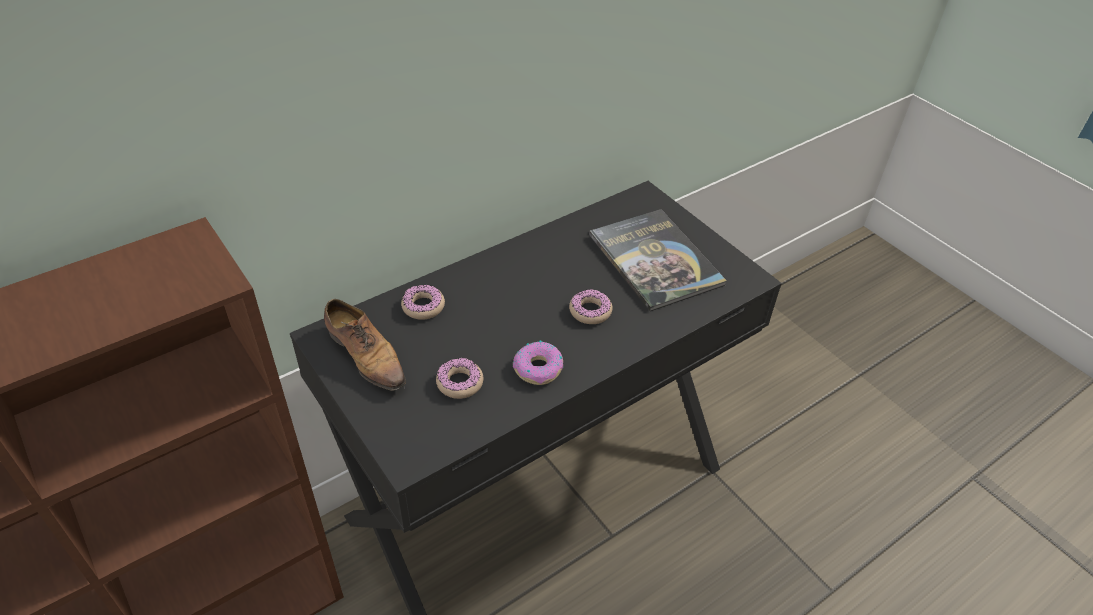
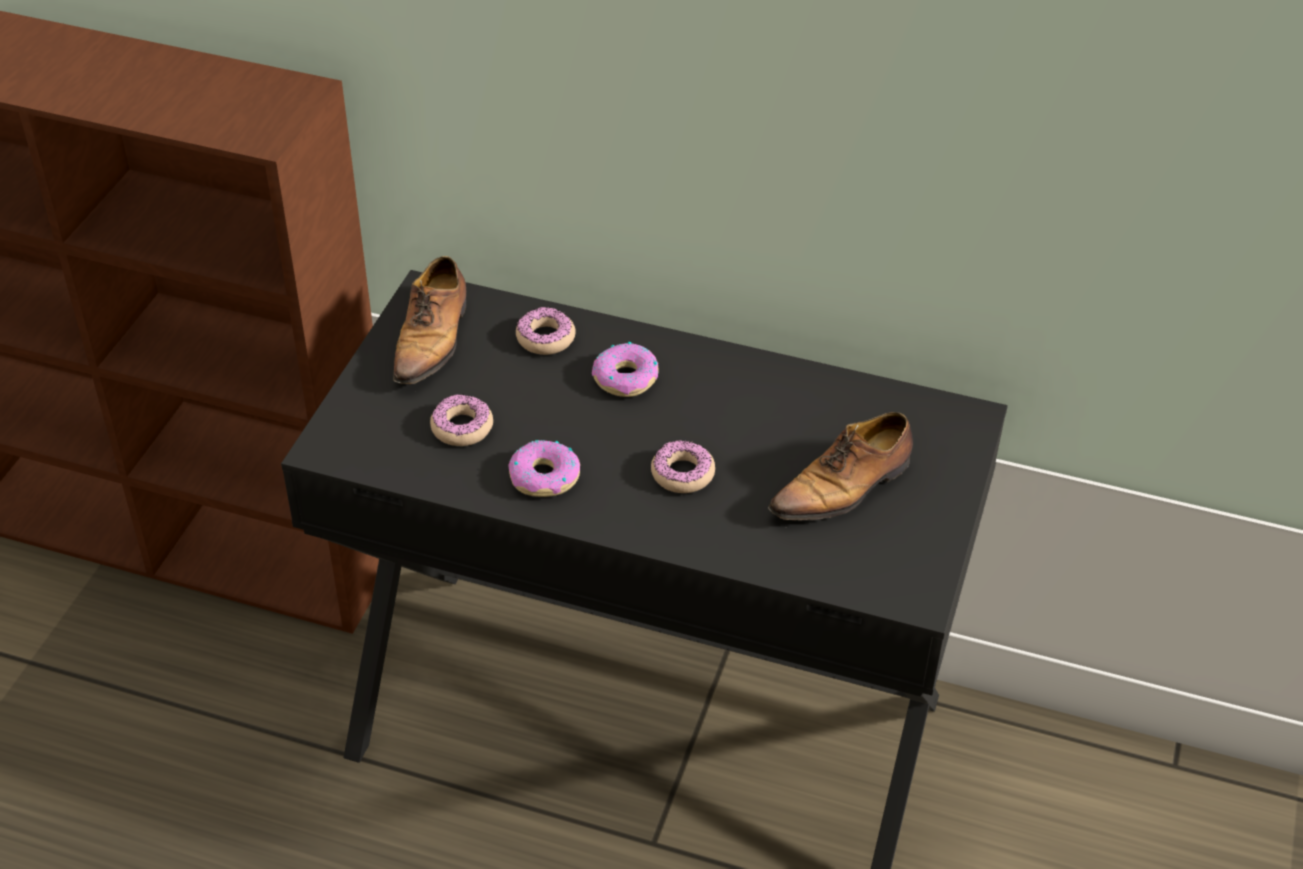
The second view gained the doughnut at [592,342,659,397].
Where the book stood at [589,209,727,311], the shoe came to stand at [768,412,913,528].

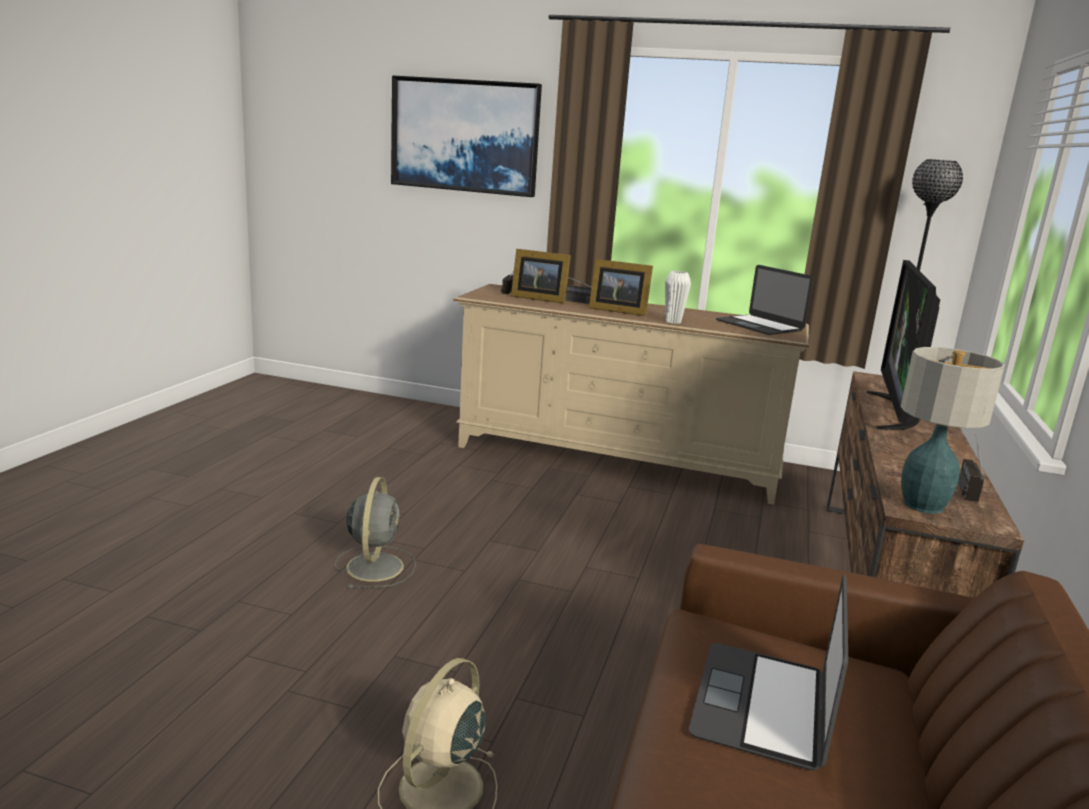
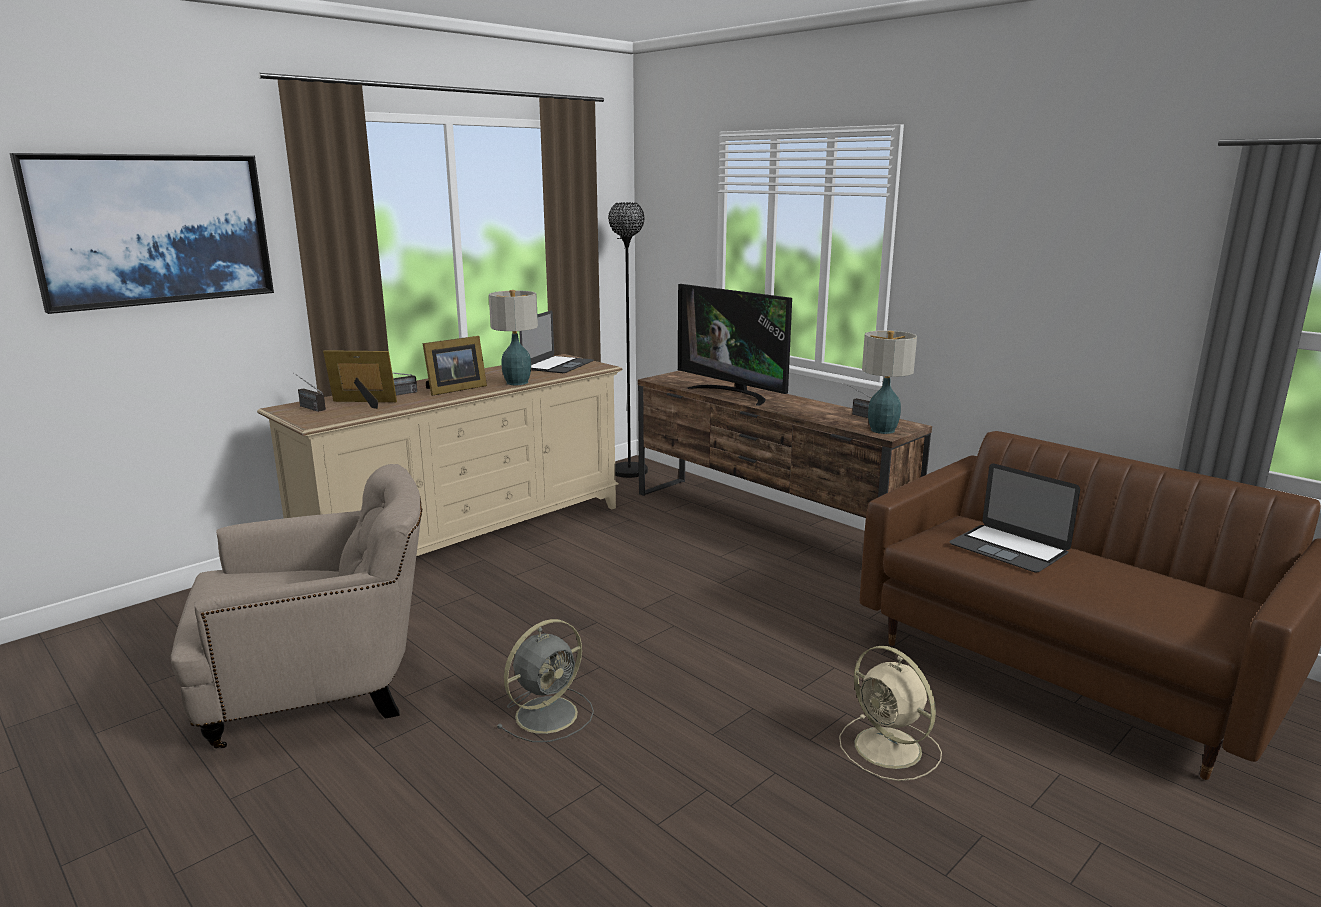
The second view gained the lounge chair (beige-coloured) at [171,464,422,748].
Where the flower vase (white-coloured) stood at [665,271,691,324], the lamp for a table came to stand at [489,290,538,385].
The electric fan (gray) at [335,477,416,588] ended up facing another way, 105 degrees clockwise from before.
The photo frame at [511,249,571,304] ended up facing another way, 135 degrees counterclockwise from before.
The portable computer at [716,265,813,335] ended up facing another way, 60 degrees counterclockwise from before.

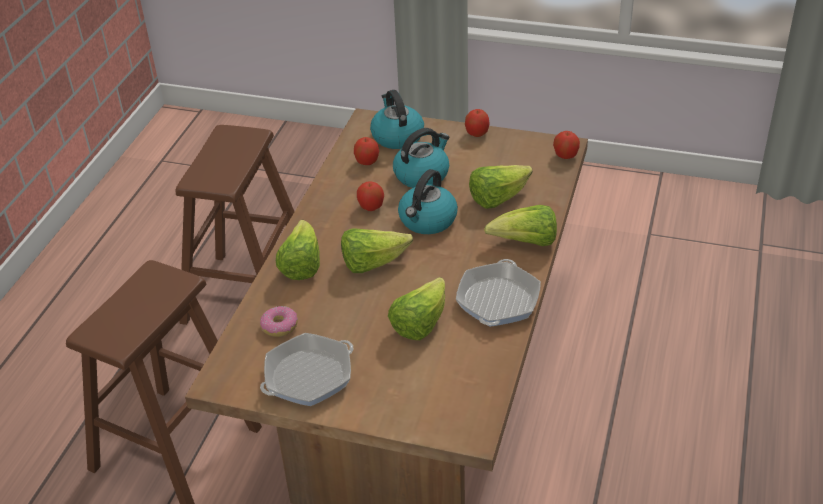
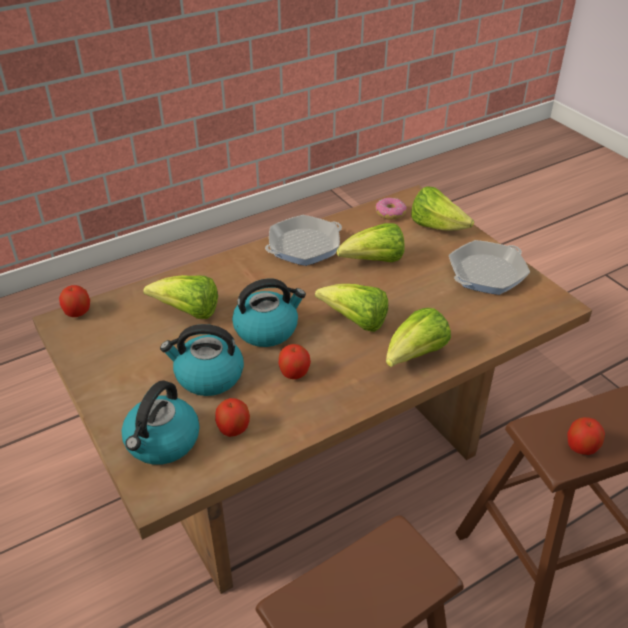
The doughnut ended up elsewhere, having gone from [260,306,298,337] to [376,198,407,220].
The apple ended up elsewhere, having gone from [465,109,489,137] to [568,417,605,455].
The head of lettuce ended up elsewhere, having gone from [484,205,557,246] to [411,186,474,231].
The skillet at [260,333,353,406] ended up facing another way, 45 degrees counterclockwise from before.

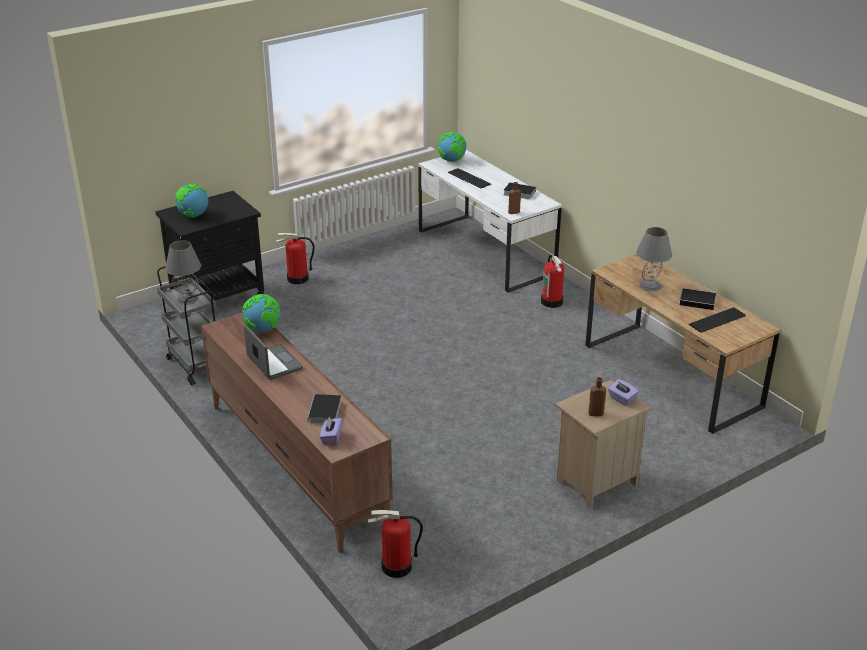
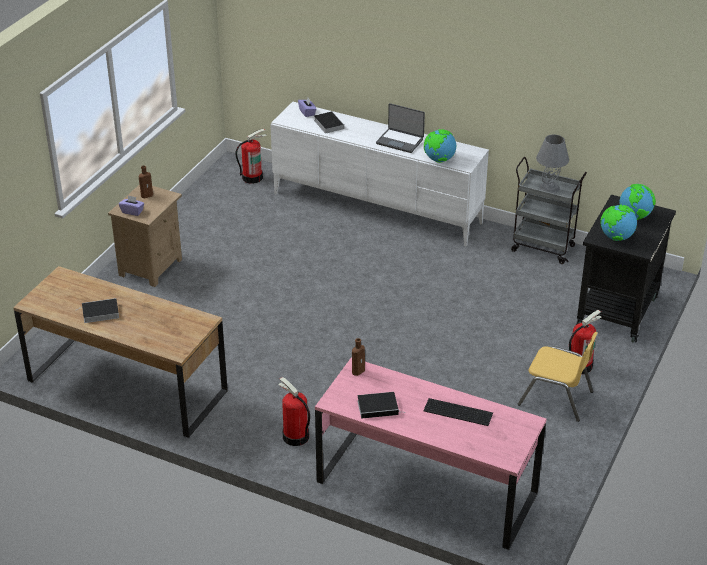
The second view lost the lamp for a table (gray) at [636,227,672,292].
The second view lost the keyboard at [688,307,746,333].
The second view gained the upright chair (yellowish) at [518,332,598,422].
The globe ended up elsewhere, having gone from [438,132,466,162] to [600,205,637,241].
What was the cupboard (brownish) at [201,312,393,553] turned into the cupboard (white-coloured) at [270,102,489,246].
What was the desk table (white-coloured) at [418,150,562,293] turned into the desk table (pink-coloured) at [315,357,547,550].

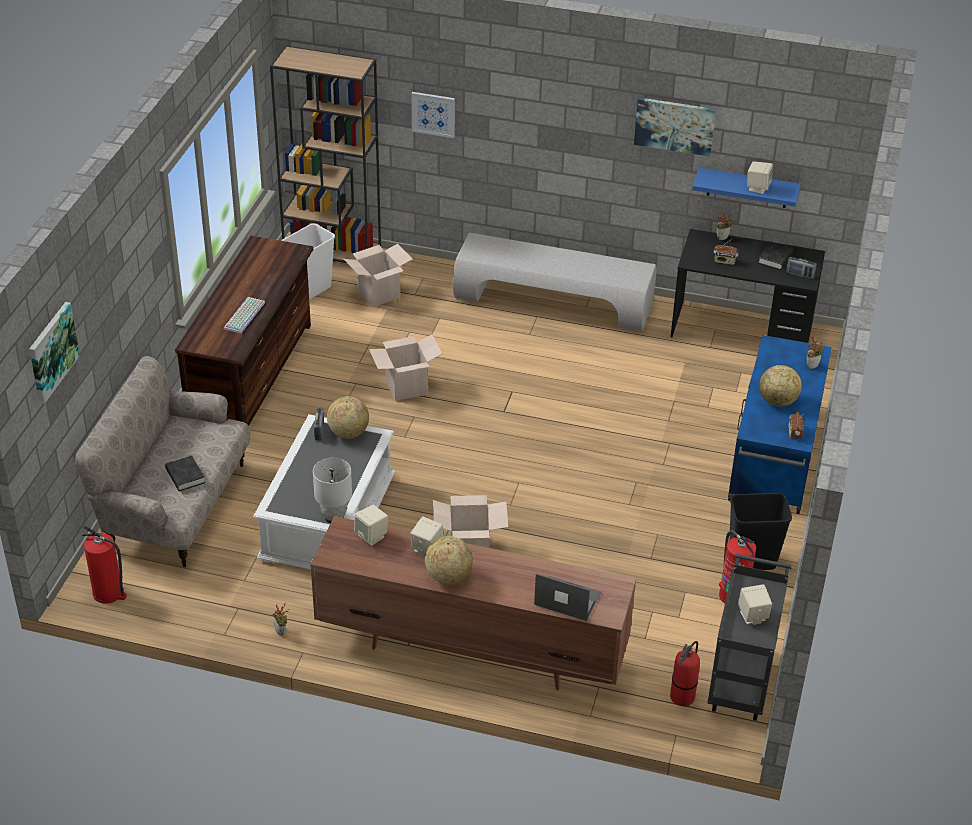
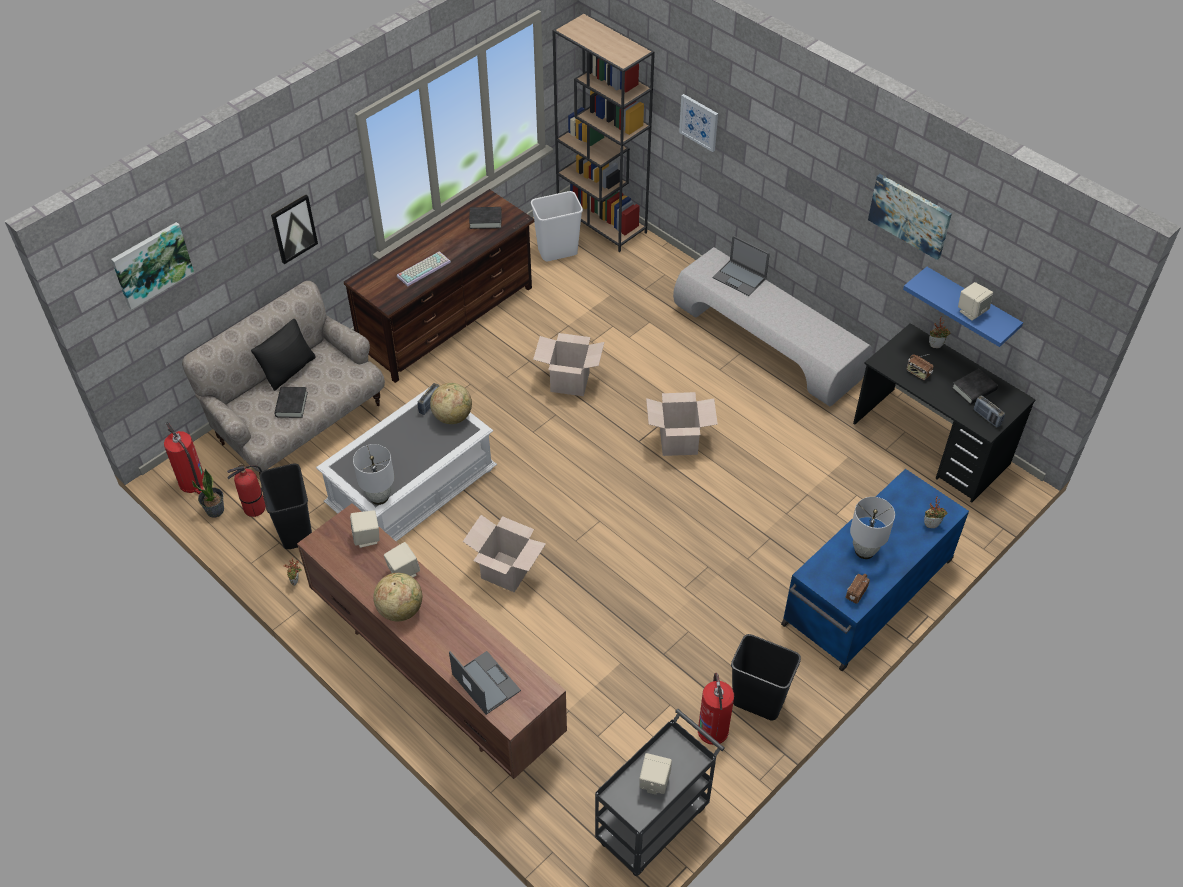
The second view gained the houseplant at [192,468,224,518].
The second view gained the cushion (black-coloured) at [251,319,316,391].
The second view gained the trash can (black-coloured) at [260,464,312,549].
The second view gained the picture at [271,195,318,264].
The second view gained the book (black-coloured) at [469,207,502,229].
The second view gained the portable computer at [713,236,770,296].
The cardboard box ended up elsewhere, having gone from [344,244,413,307] to [646,392,718,456].
The fire-fighting cylinder ended up elsewhere, having gone from [670,641,700,706] to [227,464,266,517].
Where the globe stood at [759,365,802,407], the lamp for a table (white-coloured) came to stand at [850,497,895,559].

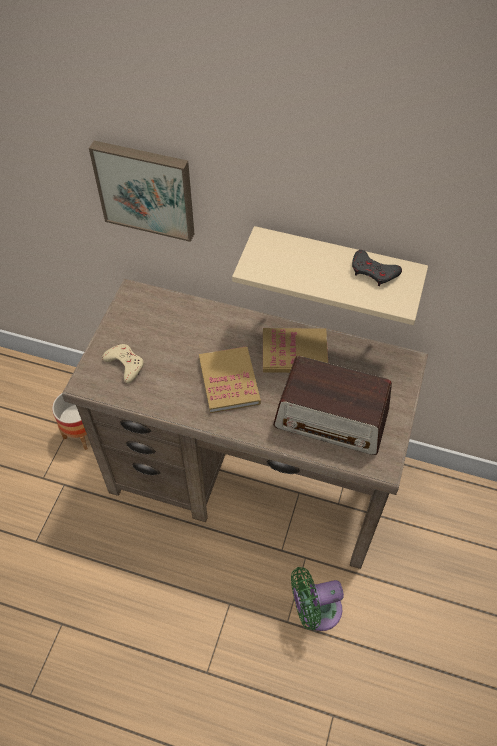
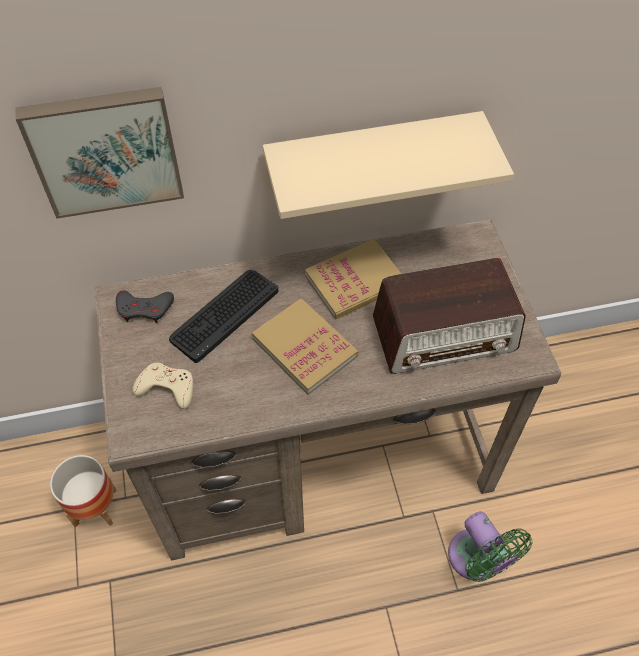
The second view gained the keyboard at [169,270,278,363].
The gamepad (gray) ended up elsewhere, having gone from [352,250,402,286] to [116,290,174,323].
The electric fan (green-coloured) at [291,567,344,631] ended up facing another way, 75 degrees counterclockwise from before.

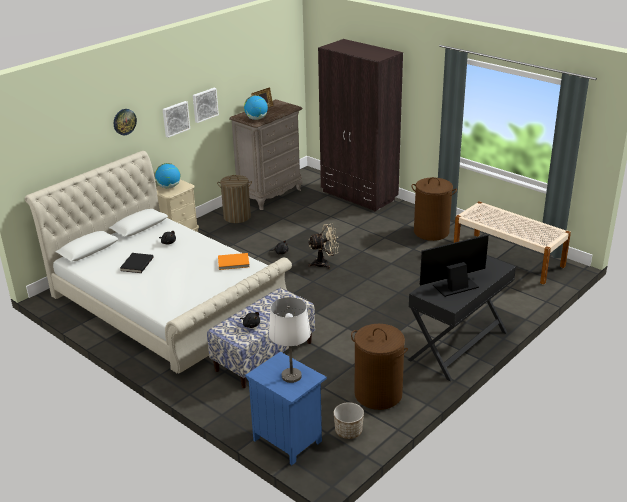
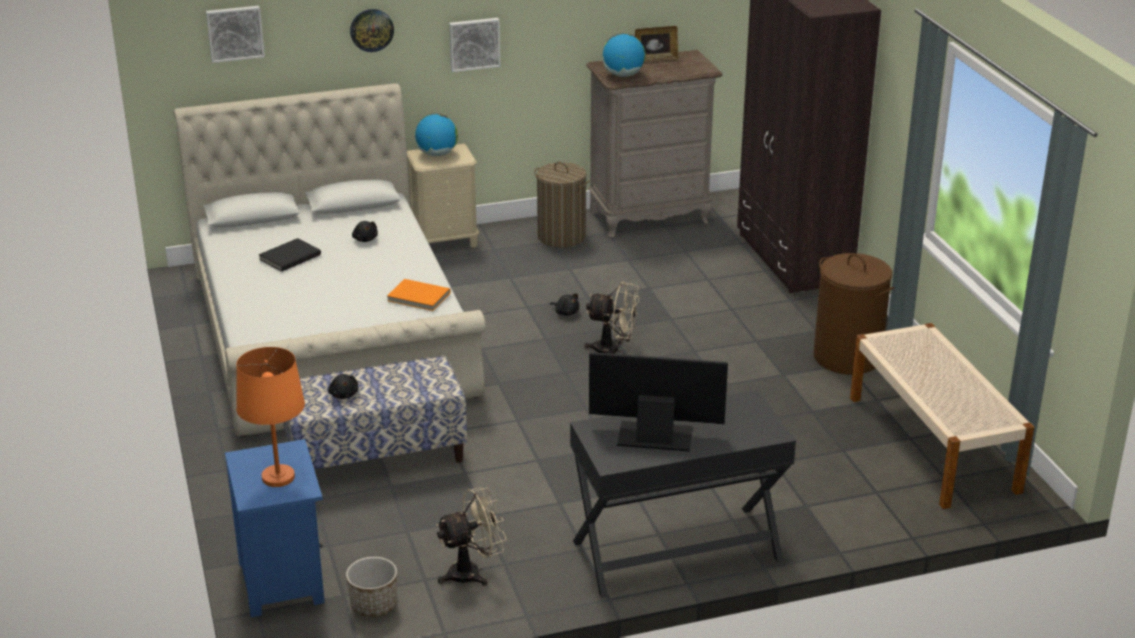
The picture ended up elsewhere, having gone from [193,88,219,123] to [206,6,265,63].
Where the washing basket (brownish) stood at [351,324,408,410], the electric fan (beige-coloured) came to stand at [436,487,507,586].
What was the lamp for a table (white-coloured) at [269,297,311,383] turned into the lamp for a table (orange-coloured) at [236,347,305,487].

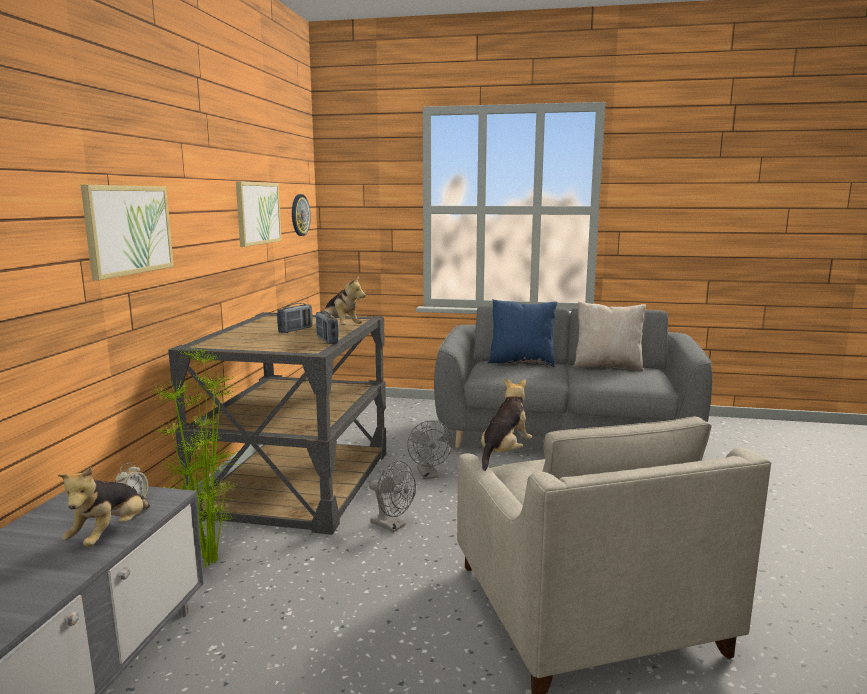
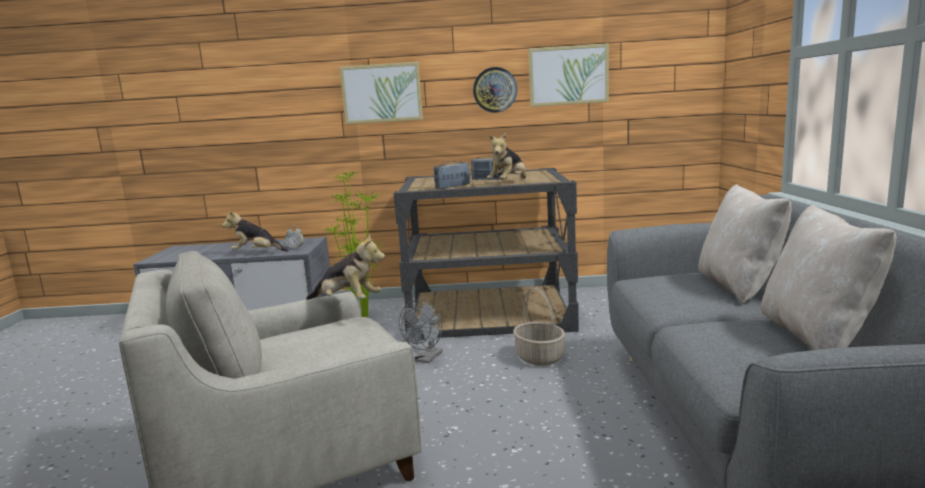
The clock on the wall ended up elsewhere, having gone from [292,194,311,236] to [473,67,517,113].
Where the electric fan (gray) stood at [407,420,453,479], the household basket came to stand at [513,287,565,366].
What was the cushion (blue-coloured) at [488,299,557,367] turned into the cushion (beige-coloured) at [698,184,792,304].

